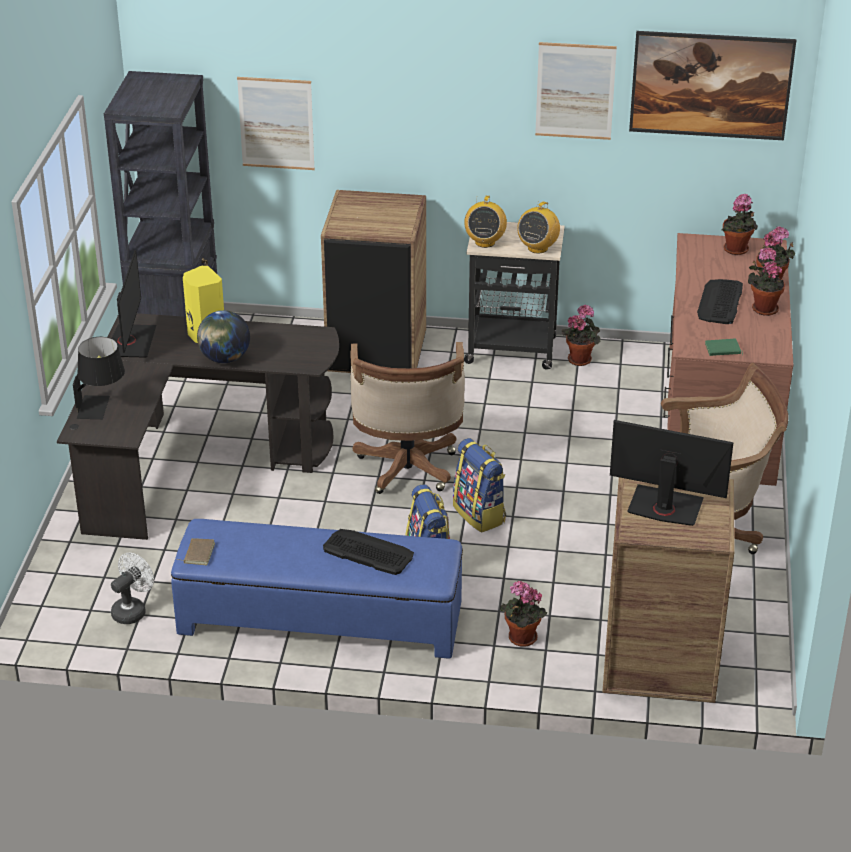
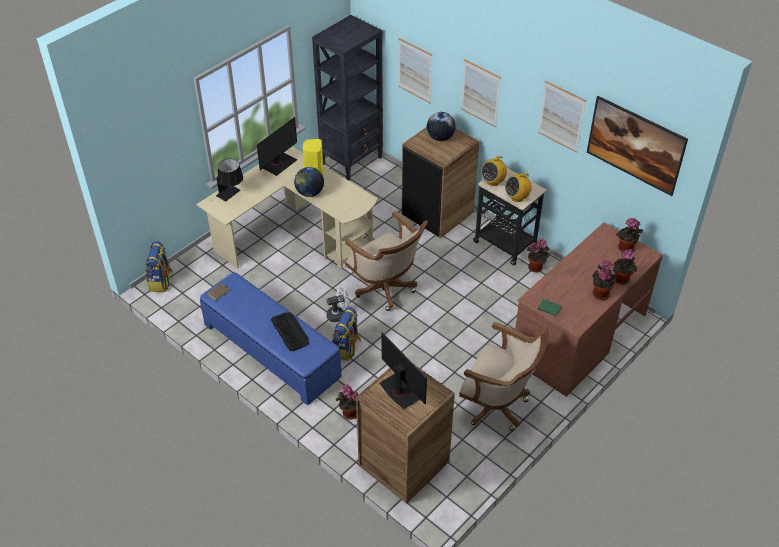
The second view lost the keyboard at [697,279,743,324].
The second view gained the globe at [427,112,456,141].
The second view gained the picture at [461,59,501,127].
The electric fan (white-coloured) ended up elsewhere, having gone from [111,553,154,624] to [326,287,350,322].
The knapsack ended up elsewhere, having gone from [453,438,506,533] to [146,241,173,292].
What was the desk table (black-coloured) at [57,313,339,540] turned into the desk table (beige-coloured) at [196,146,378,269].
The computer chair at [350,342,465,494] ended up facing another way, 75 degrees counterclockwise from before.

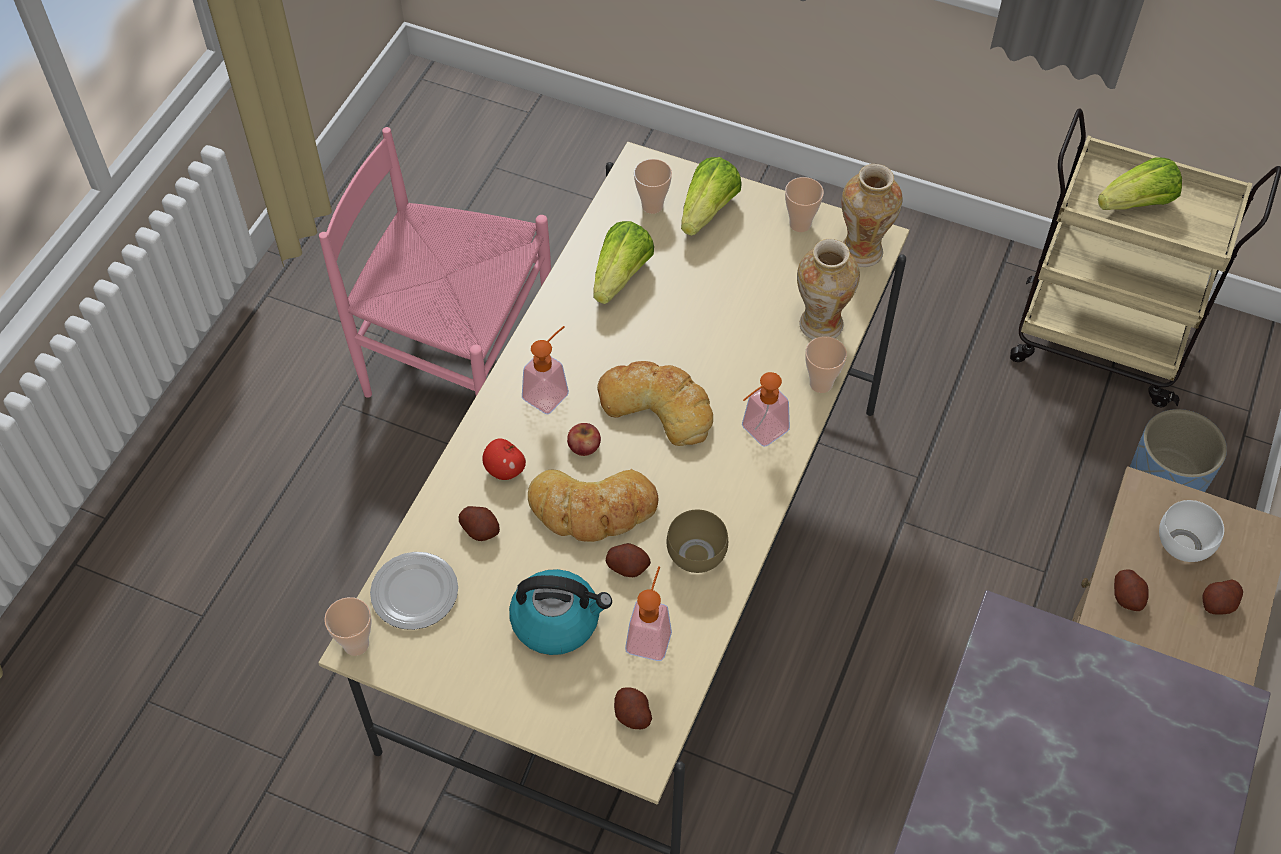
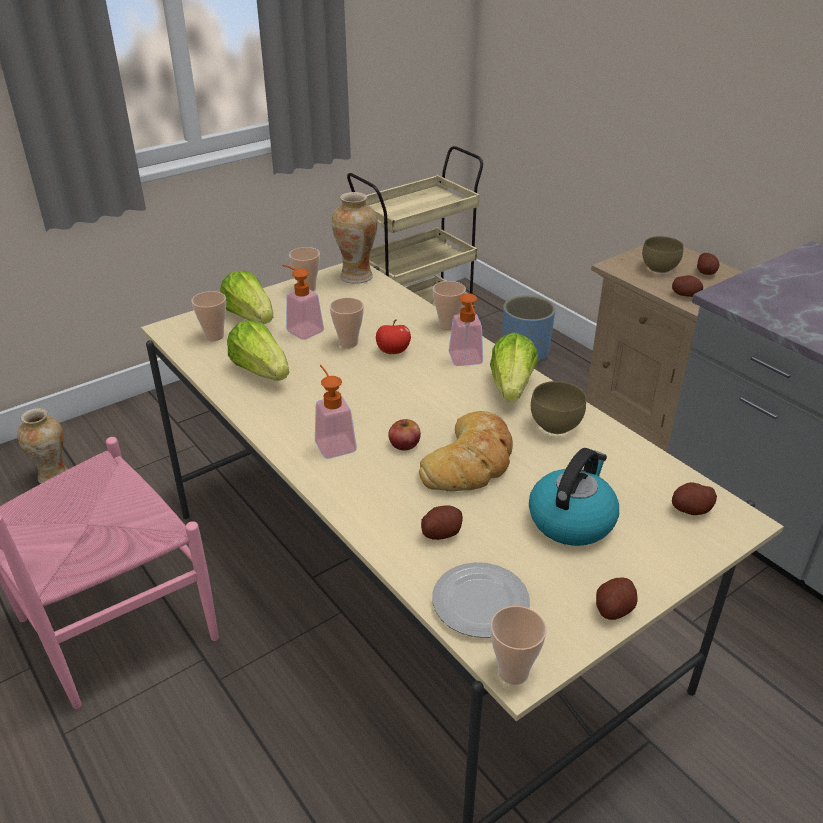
The second view lost the bakery bread at [597,361,713,446].
The second view gained the cup at [330,298,364,348].
The apple ended up elsewhere, having gone from [482,438,526,480] to [376,319,411,354].
The potato ended up elsewhere, having gone from [606,543,651,577] to [596,577,638,620].
The soap dispenser ended up elsewhere, having gone from [625,566,672,661] to [282,264,324,340].
The flower vase ended up elsewhere, having gone from [797,239,860,340] to [17,408,68,484].
The head of lettuce ended up elsewhere, having gone from [1098,157,1182,210] to [490,333,539,402].
What was the deep dish (white-coloured) at [1159,500,1224,562] turned into the deep dish (brownish) at [642,236,684,273].

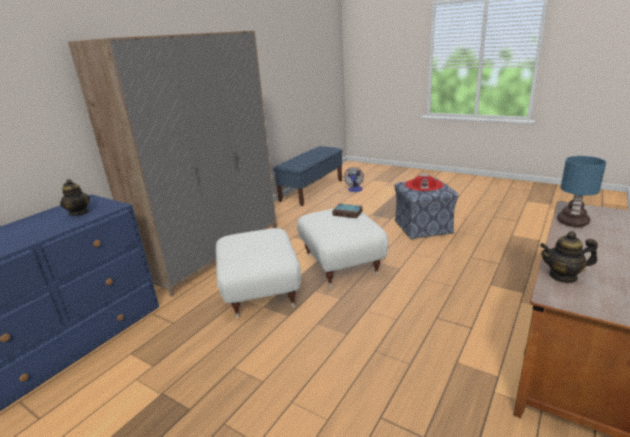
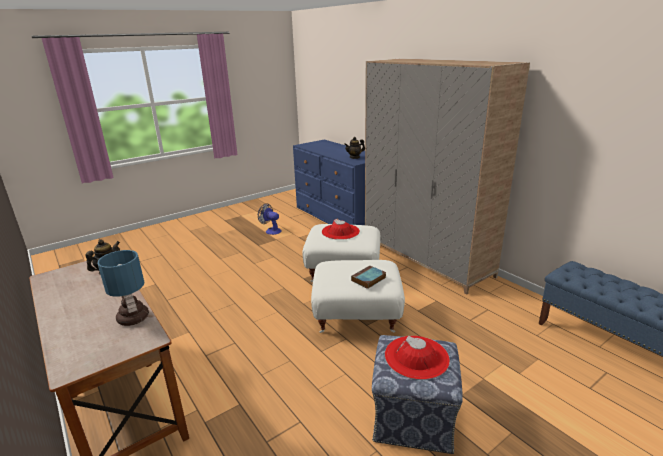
The second view gained the hat (red) at [322,219,360,240].
The electric fan ended up elsewhere, having gone from [344,167,364,192] to [258,203,282,235].

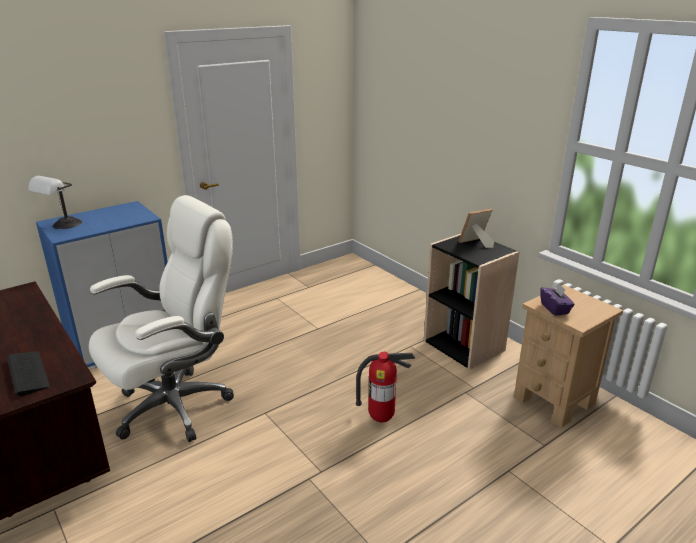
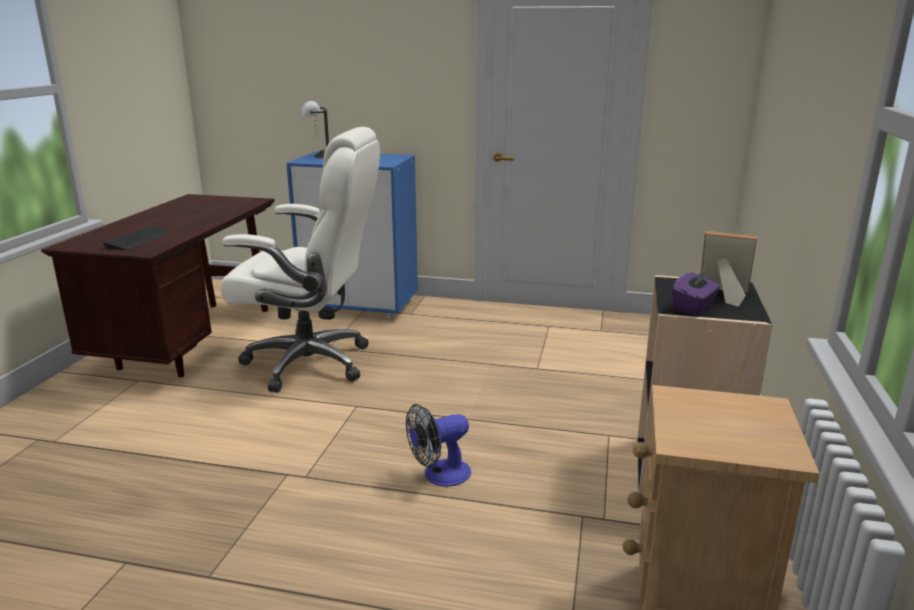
The box of tissues (purplish) ended up elsewhere, having gone from [540,284,574,316] to [672,269,720,316].
Where the fire-fighting cylinder stood at [356,352,415,422], the electric fan came to stand at [406,404,471,487].

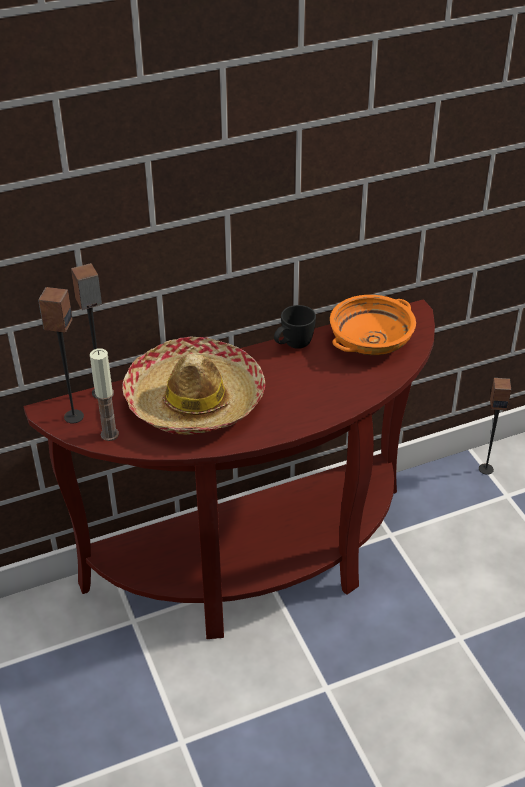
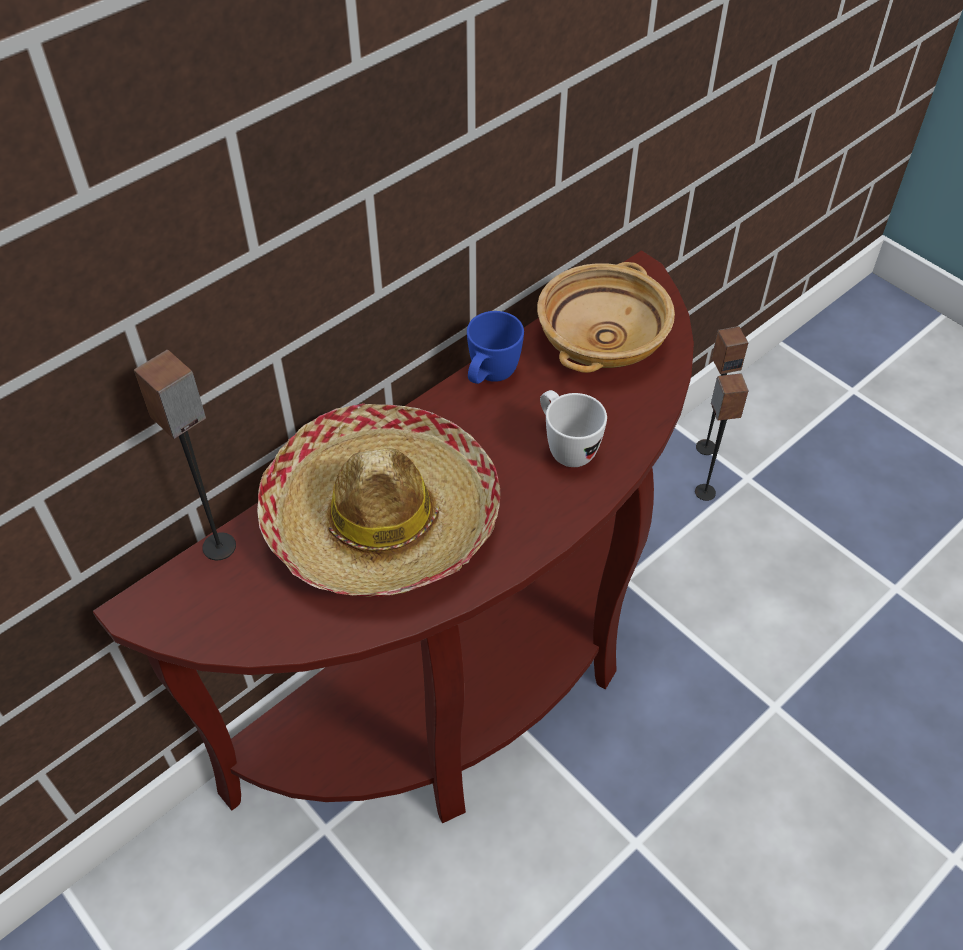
The second view lost the wax light at [90,348,119,441].
The second view gained the coffee mug (white-coloured) at [540,390,607,467].
The audio speaker ended up elsewhere, having gone from [38,287,84,423] to [695,373,749,501].
What was the coffee mug (black-coloured) at [274,305,316,349] turned into the coffee mug (blue-coloured) at [467,311,524,384].
What was the deep dish (orange-coloured) at [330,295,416,355] turned into the deep dish (beige-coloured) at [537,262,675,373].

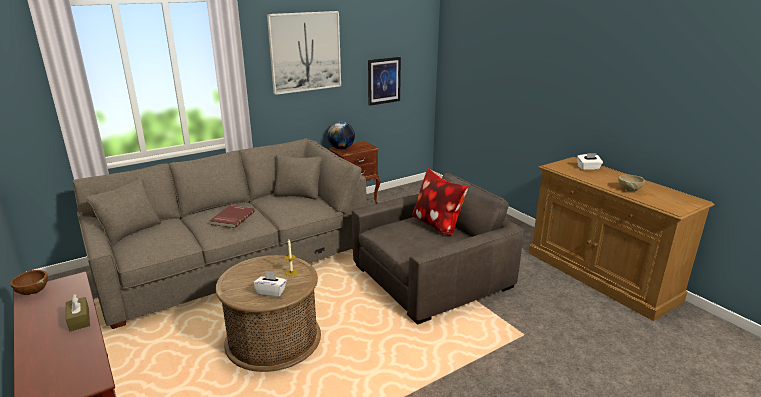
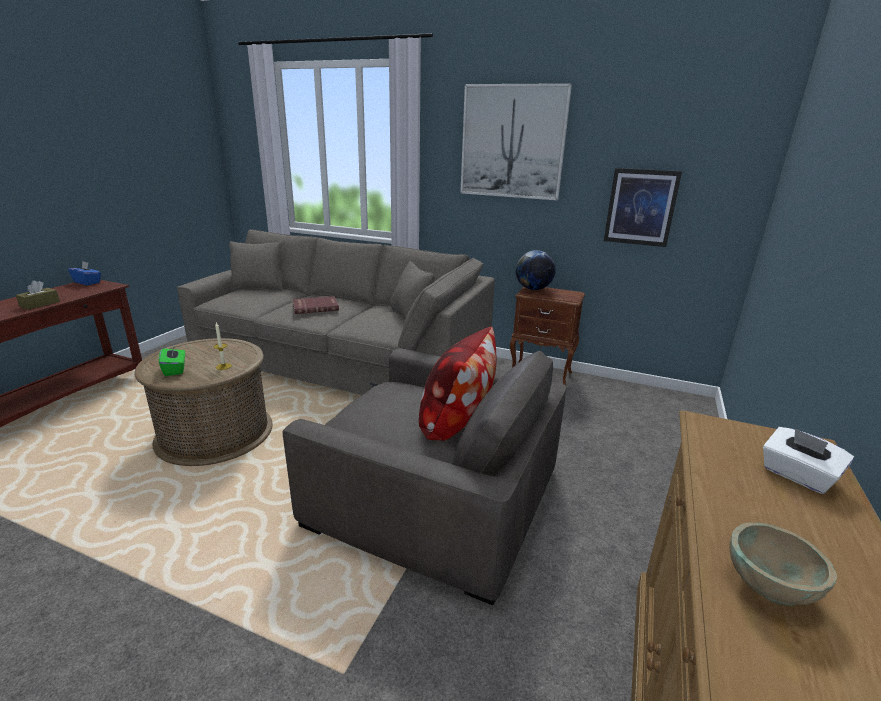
Where the deep dish (brownish) stood at [10,270,48,295], the box of tissues (blue-coloured) came to stand at [68,261,101,285].
What was the box of tissues (white-coloured) at [254,271,287,297] turned into the box of tissues (green-coloured) at [159,344,185,376].

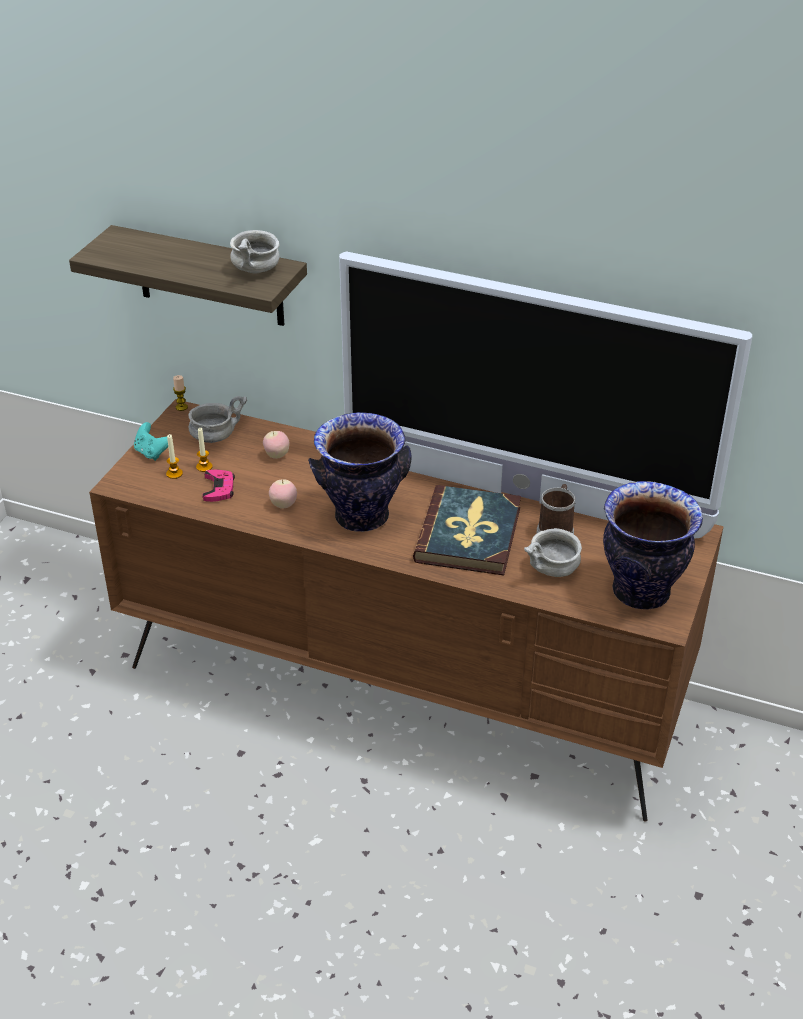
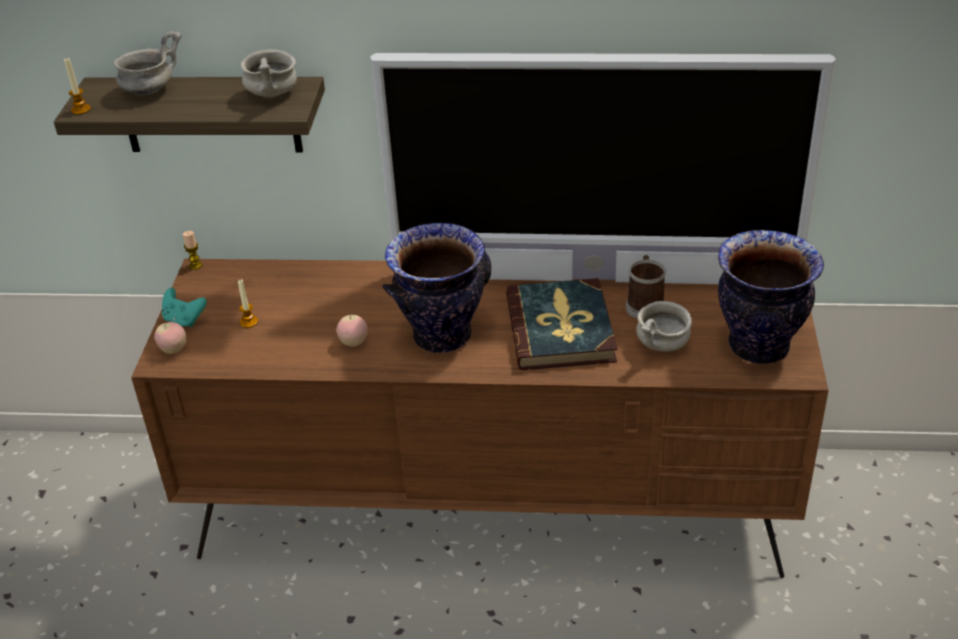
The second view lost the gamepad (pink-coloured) at [202,470,235,502].
The wax light ended up elsewhere, having gone from [166,434,183,479] to [64,57,91,115].
The deep dish (gray) ended up elsewhere, having gone from [189,396,247,443] to [114,31,182,95].
The apple ended up elsewhere, having gone from [263,431,290,459] to [154,322,186,354].

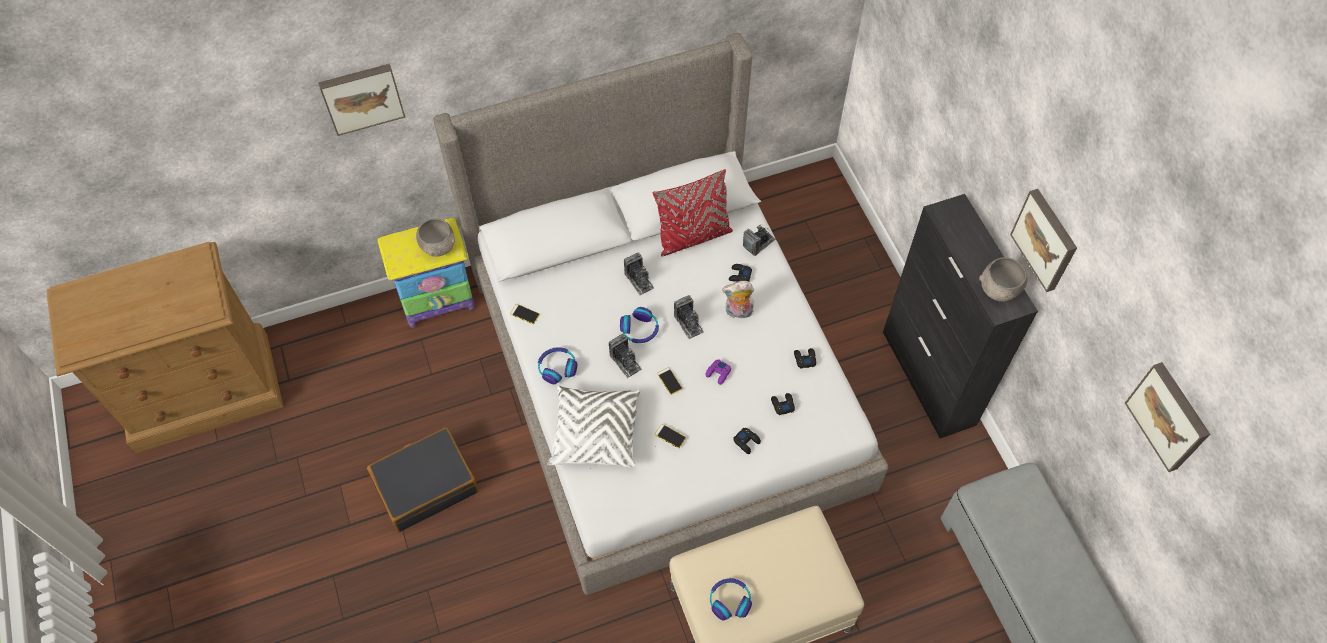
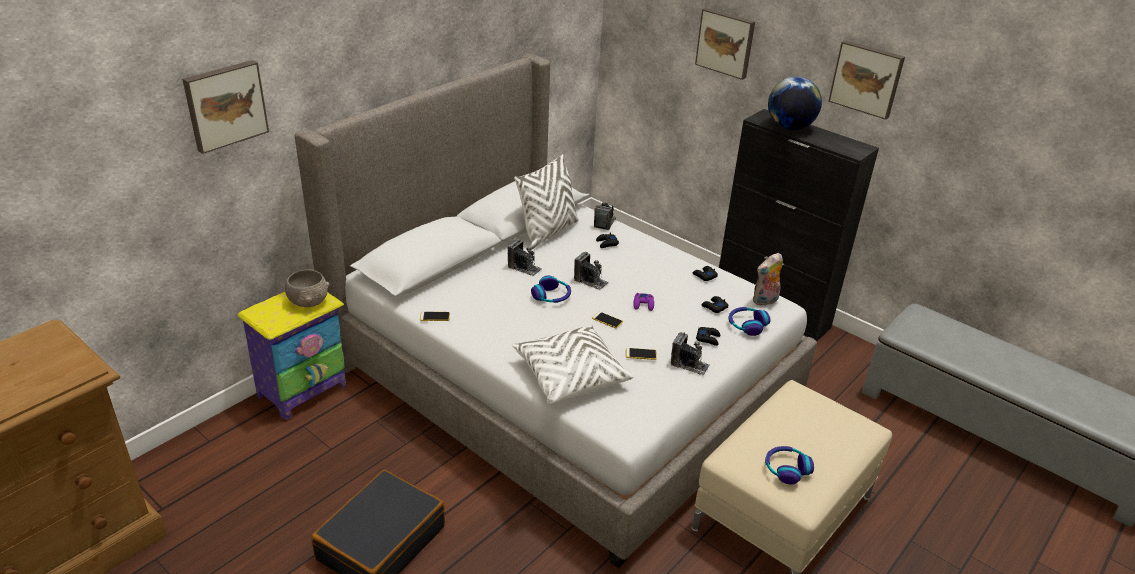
The second view lost the deep dish (gray) at [979,257,1028,302].
The second view gained the globe at [768,77,822,130].
The pair of headphones ended up elsewhere, having gone from [538,347,577,384] to [729,307,771,336].
The photo camera ended up elsewhere, having gone from [609,334,642,378] to [671,332,710,376].
The plush toy ended up elsewhere, having gone from [722,281,754,318] to [753,253,783,306].
The picture ended up elsewhere, having gone from [1125,362,1210,472] to [695,8,755,80].
What was the cushion (red) at [653,169,733,256] turned into the cushion (white-coloured) at [514,154,579,249].

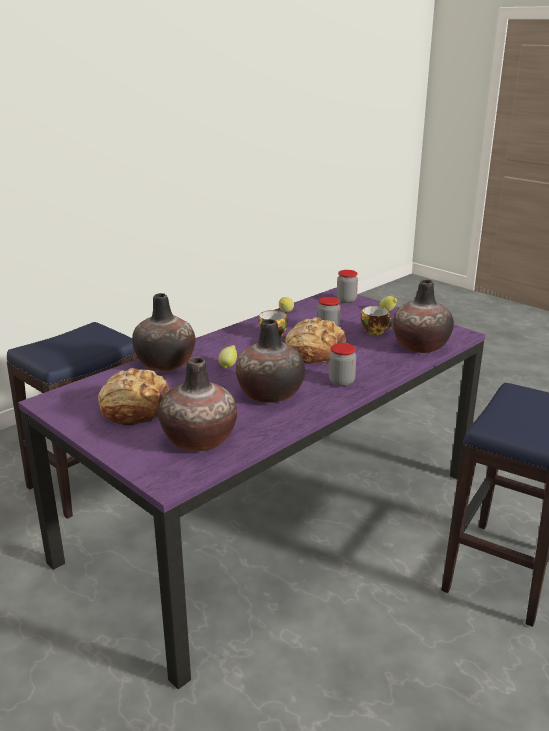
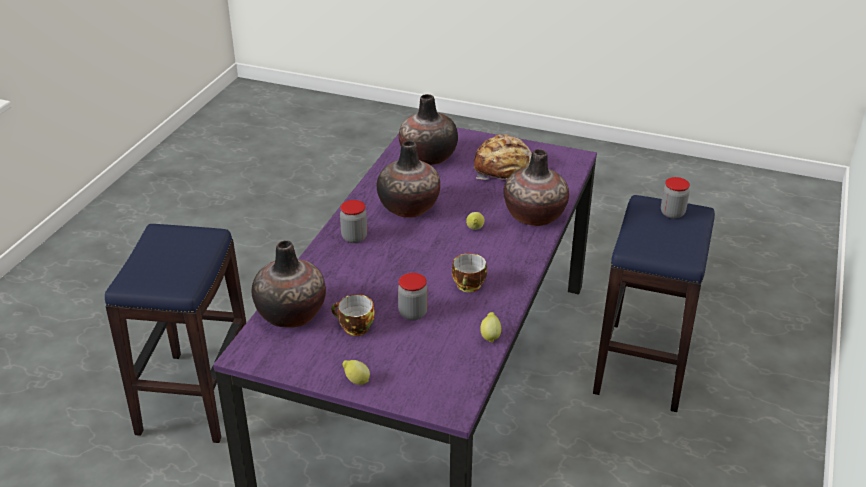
The second view lost the bakery bread at [285,317,348,364].
The storage jar ended up elsewhere, having gone from [337,270,358,303] to [661,177,690,219].

